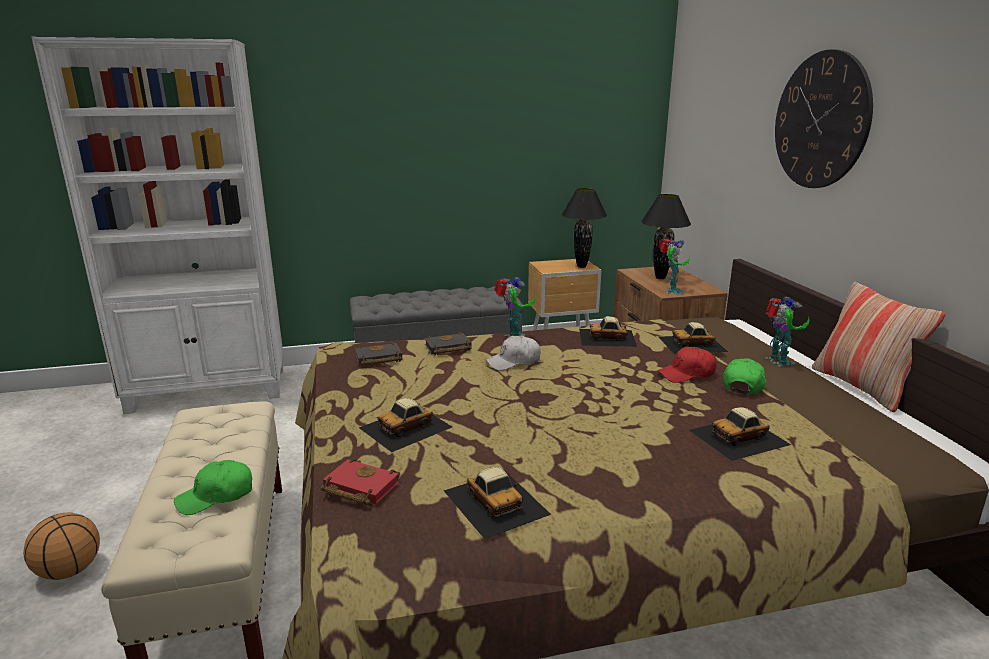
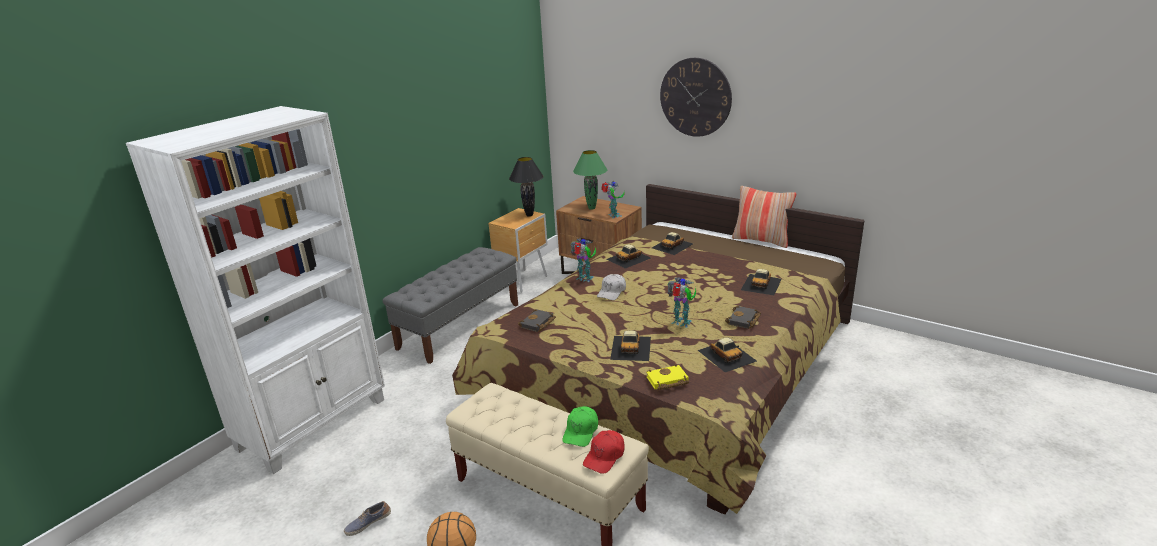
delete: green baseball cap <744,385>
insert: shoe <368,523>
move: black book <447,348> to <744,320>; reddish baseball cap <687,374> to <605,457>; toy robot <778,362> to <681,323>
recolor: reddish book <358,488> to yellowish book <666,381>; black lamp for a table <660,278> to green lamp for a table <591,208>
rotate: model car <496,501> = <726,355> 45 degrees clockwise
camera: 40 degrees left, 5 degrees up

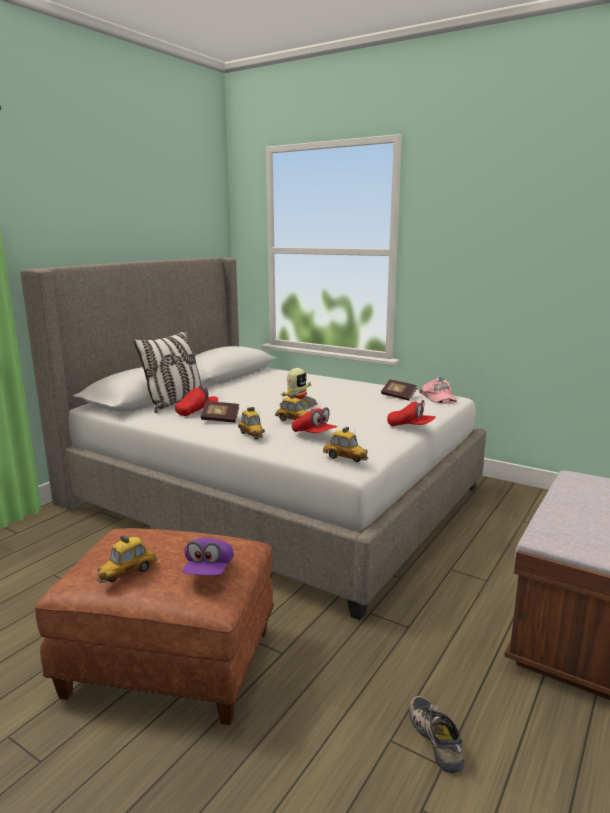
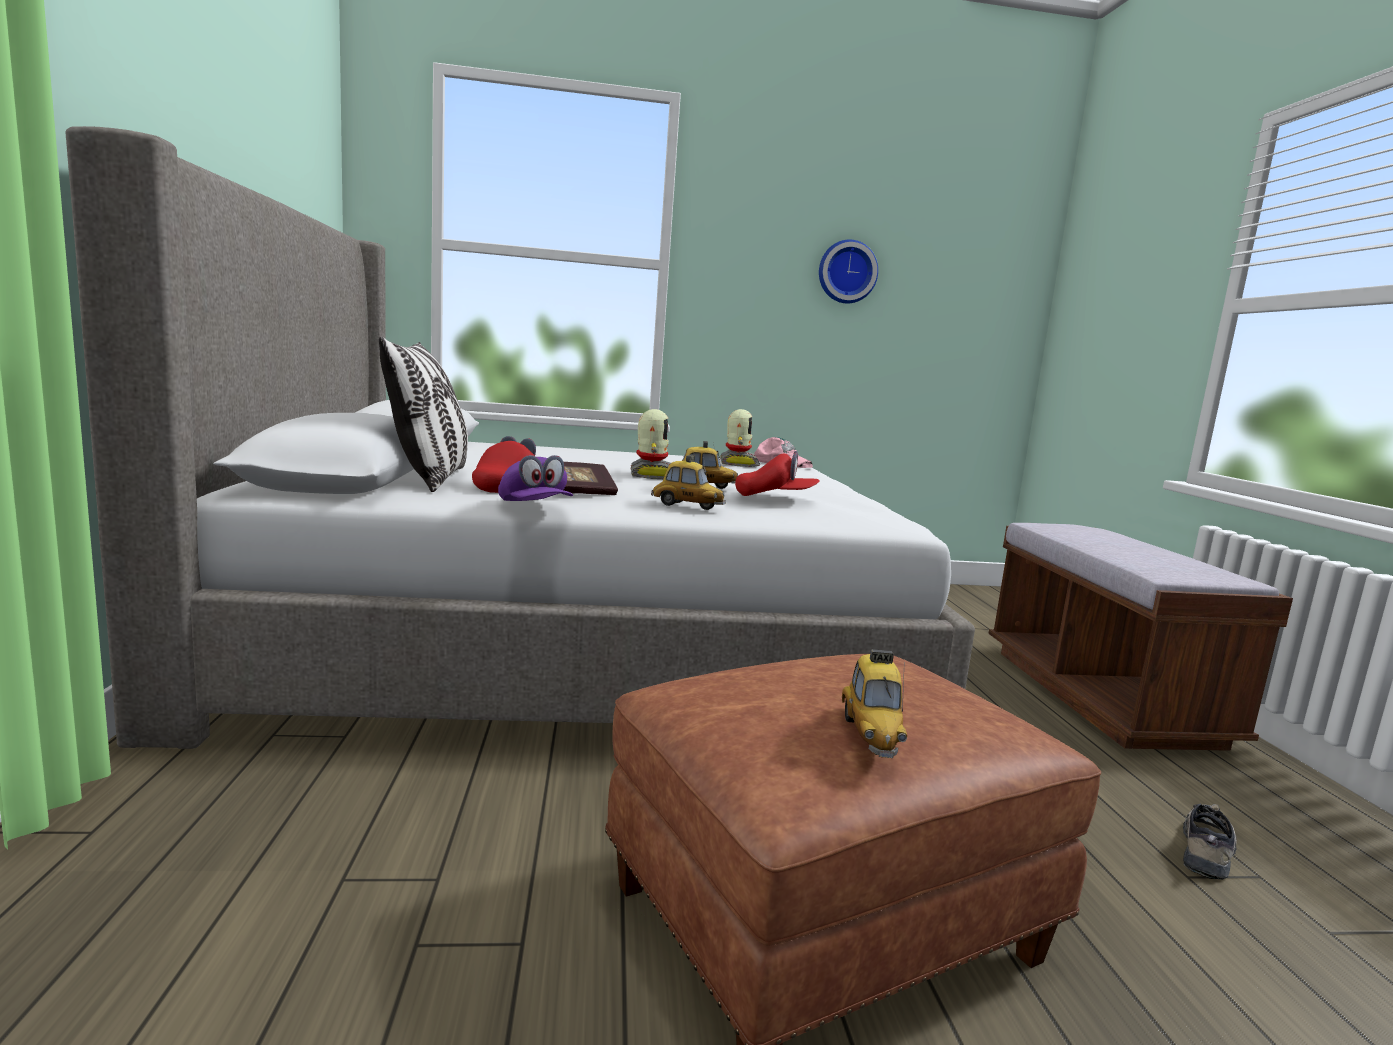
delete: model car <345,458>; reddish baseball cap <410,426>
insert: wall clock <846,272>
move: purplish baseball cap <209,571> to <534,508>
replace: book <398,396> to toy robot <738,463>
rotate: shoe <437,738> = <1209,850> 90 degrees clockwise
camera: 40 degrees left, 5 degrees down

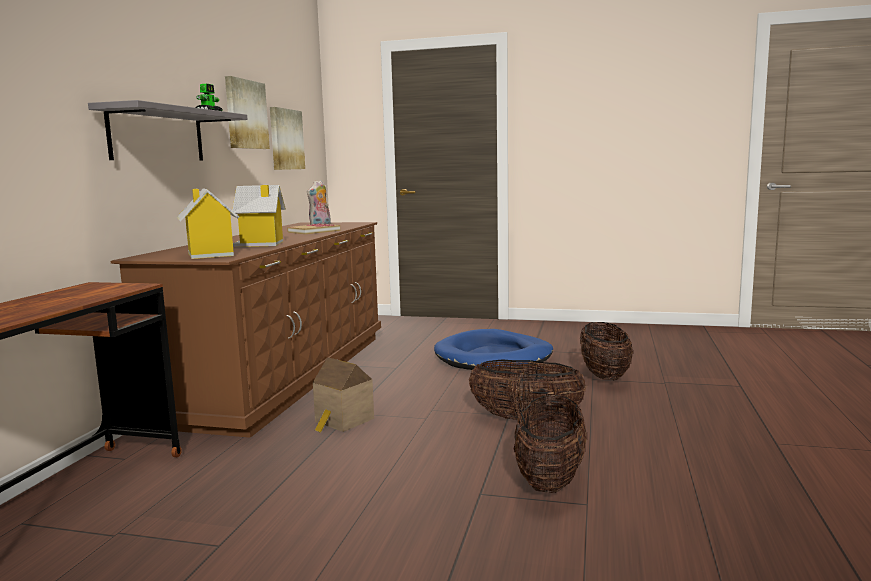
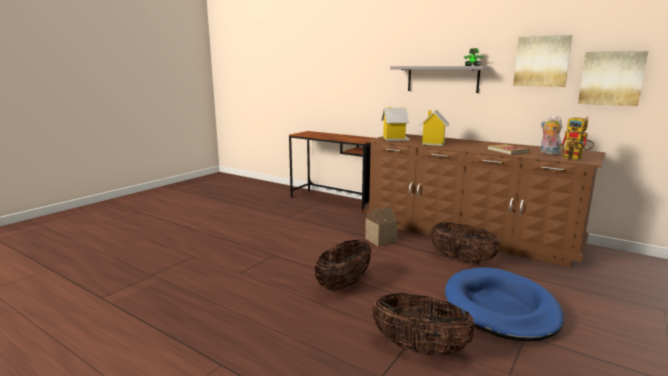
insert: toy robot <576,159>
move: household basket <550,479> to <461,260>
camera: 110 degrees right, 5 degrees up

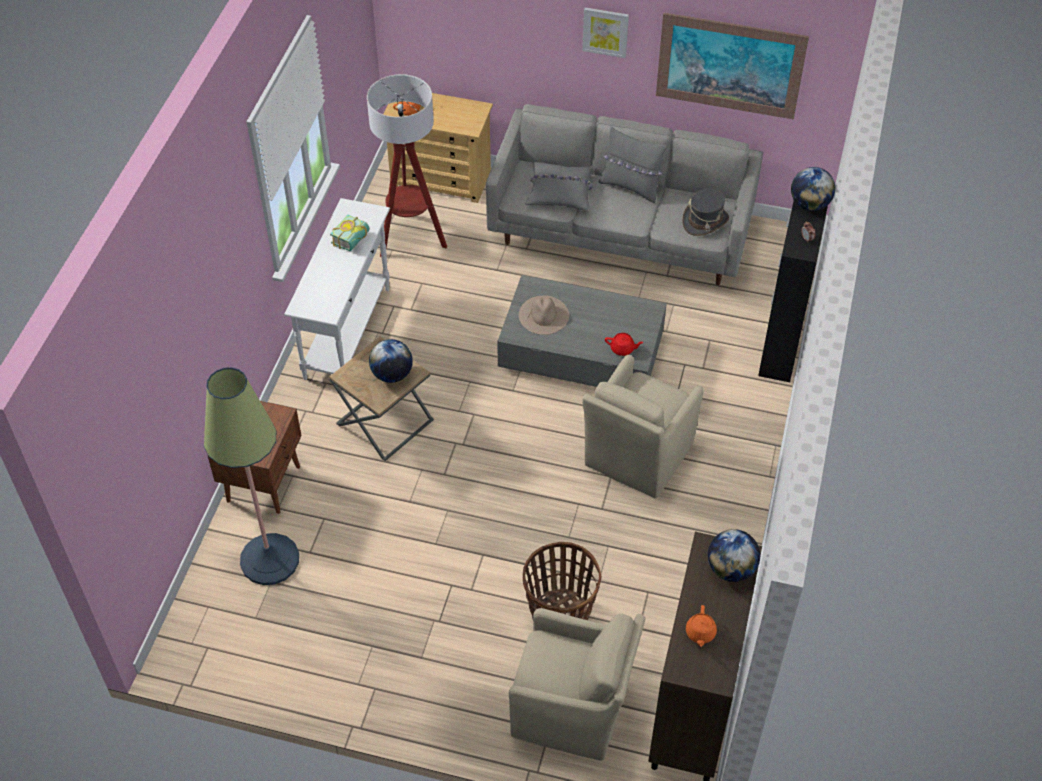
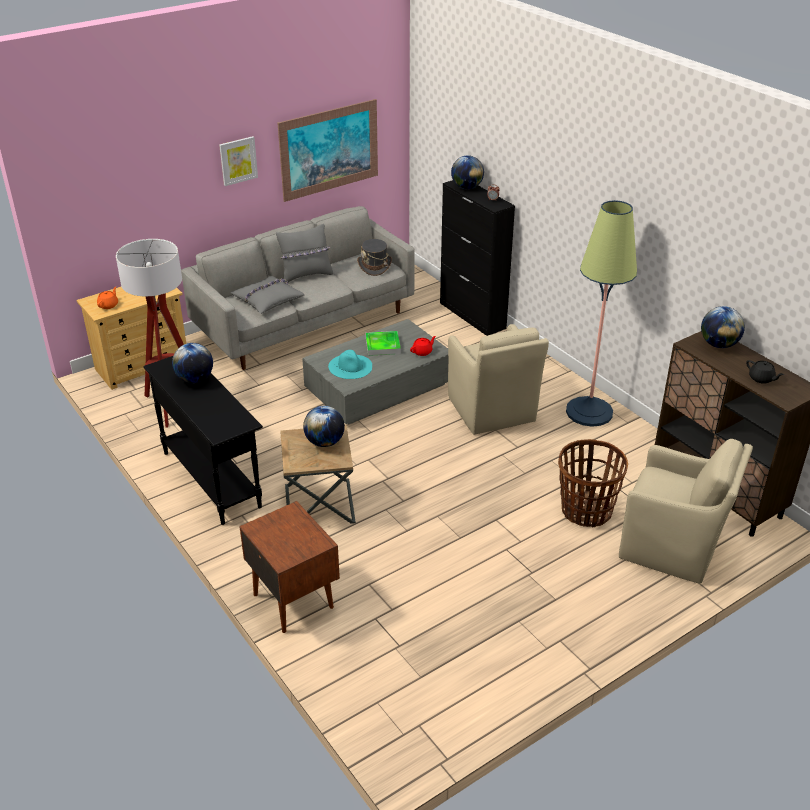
insert: carrying tray <383,345>
move: standard lamp <269,559> to <589,412>
replace: book <353,241> to world globe <195,379>
recolor: white-coloured console table <348,333> to black console table <211,479>; sand-coloured hat <544,315> to turquoise hat <350,366>; orangey pot for tea <700,633> to black pot for tea <761,379>
rotate: sand-coloured easy chair <573,710> = <673,547> 60 degrees clockwise
camera: 50 degrees left, 15 degrees down

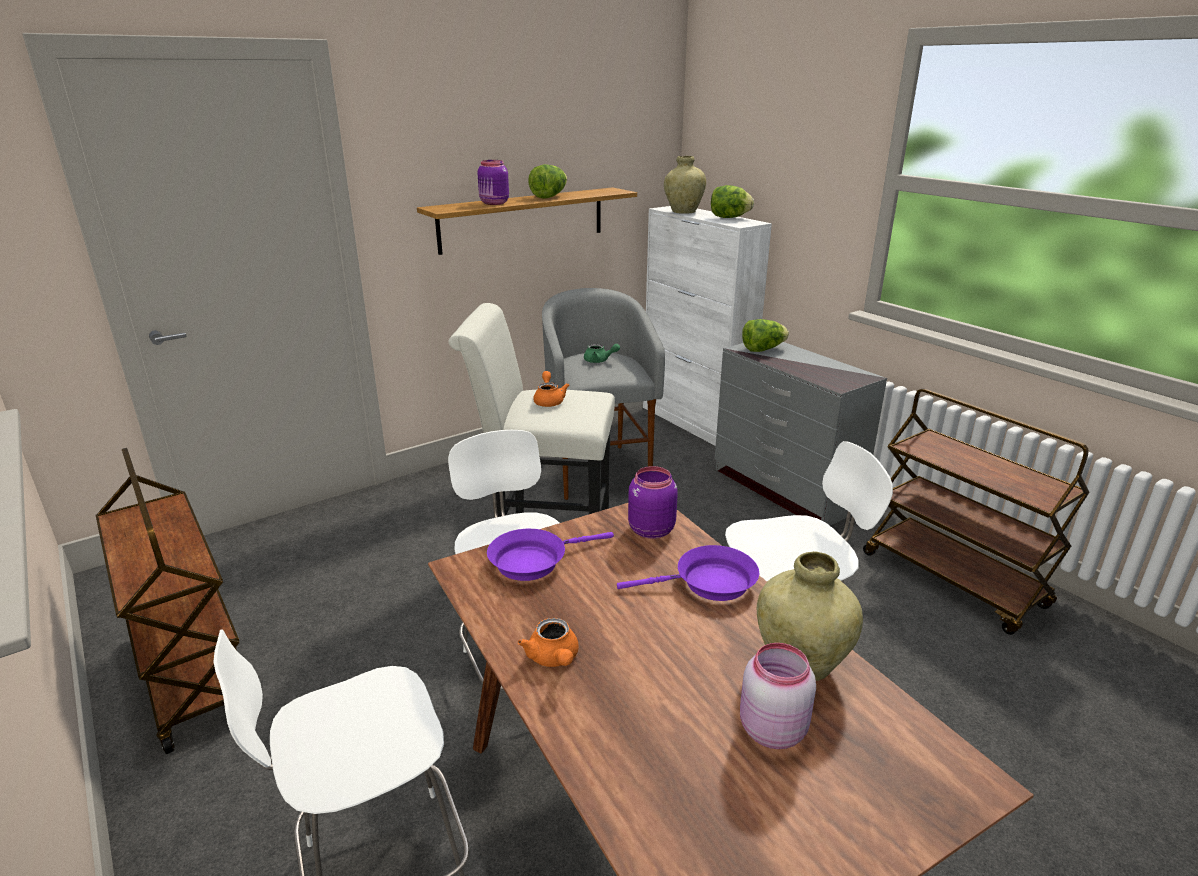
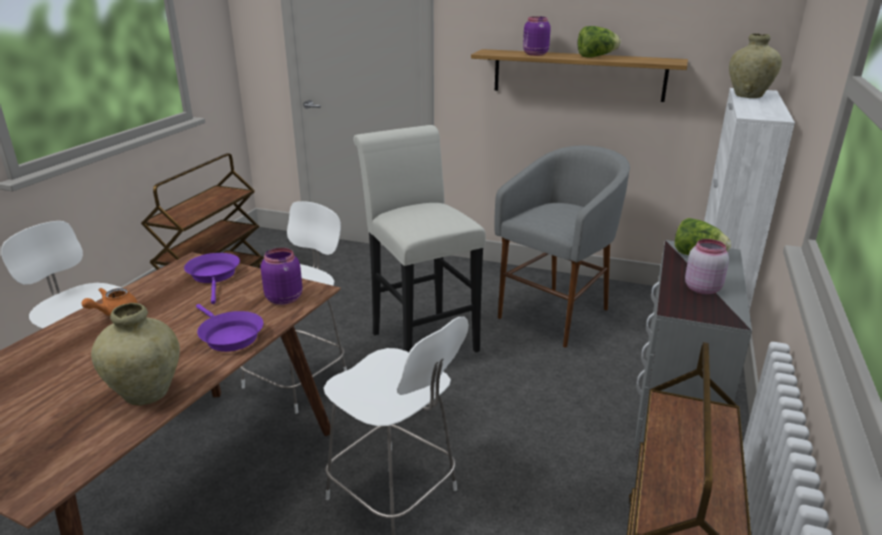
delete: orangey pot for tea <549,400>; green pot for tea <599,361>; lettuce head <729,218>
move: pink-coloured storage jar <770,729> to <701,288>
rotate: purplish pan <534,561> = <214,276> 45 degrees clockwise
camera: 55 degrees right, 0 degrees up

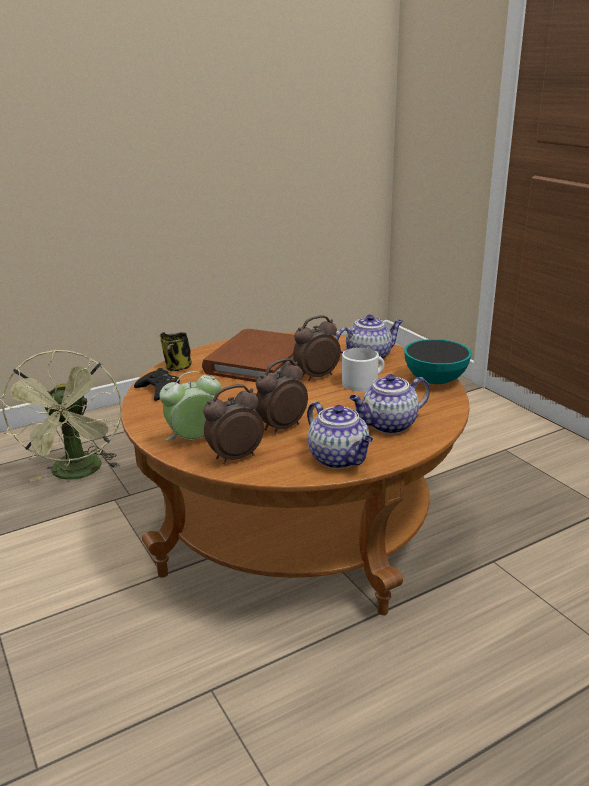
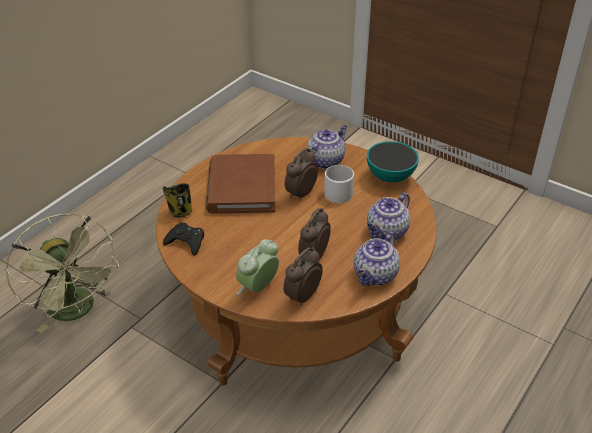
rotate: pot for tea <339,459> = <375,276> 90 degrees clockwise
camera: 25 degrees left, 15 degrees up

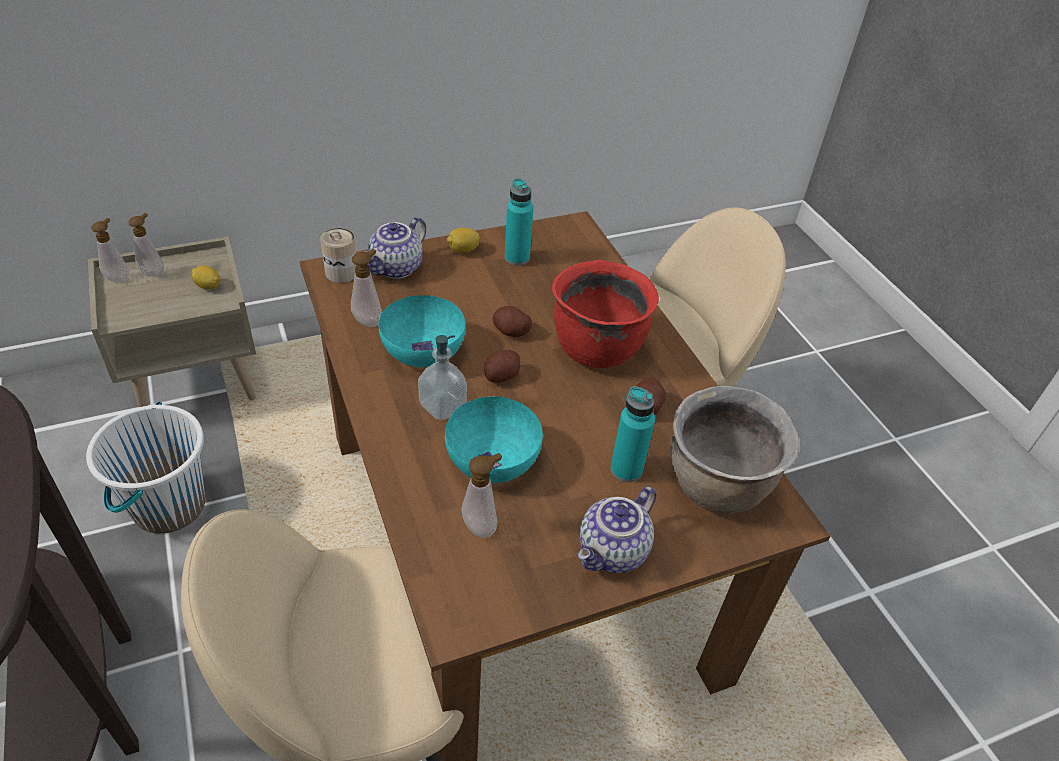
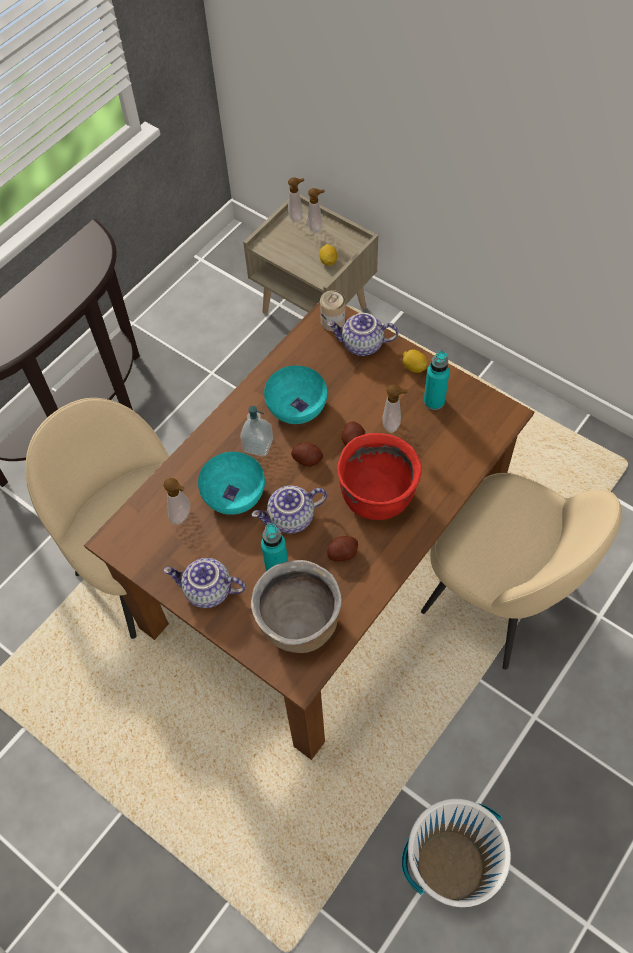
insert: pot for tea <291,519>
move: white-coloured pail <168,505> to <450,865>; soap dispenser <369,320> to <393,425>
camera: 65 degrees right, 15 degrees up

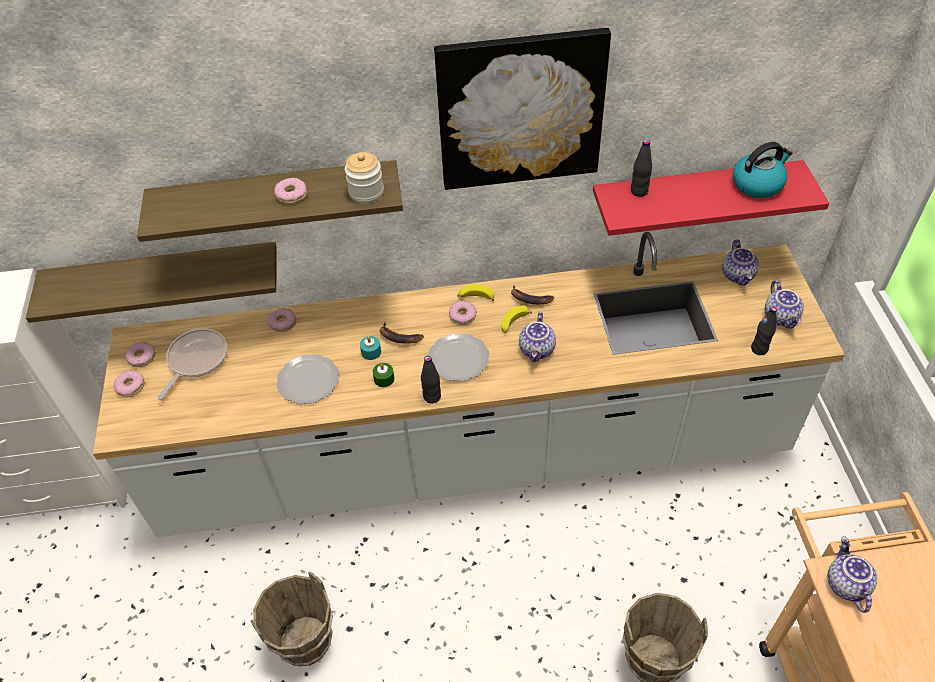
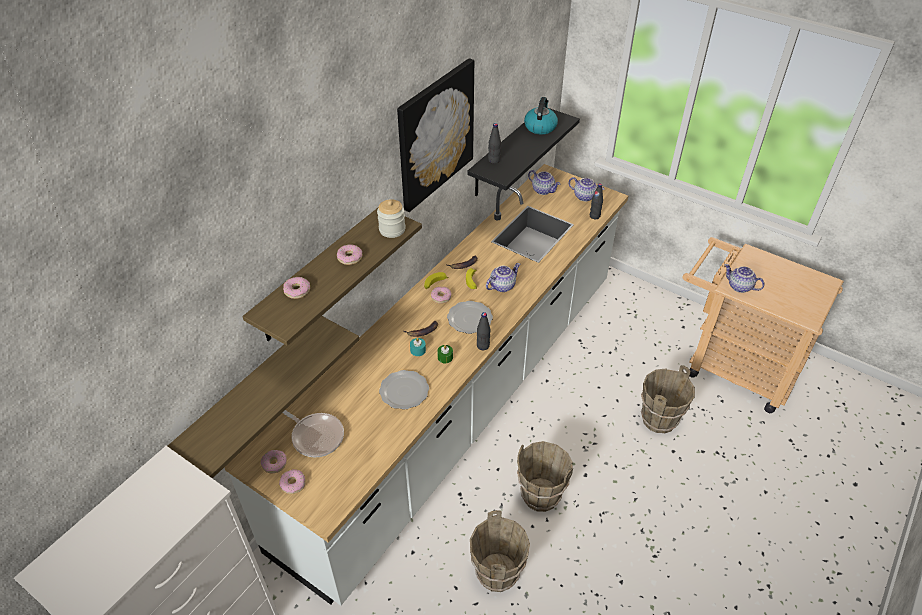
insert: brown-coloured pail <540,495>
move: doughnut <283,323> to <297,291>
recolor: reddish bracket shelf <694,194> to black bracket shelf <506,152>
rotate: pan <196,360> = <316,436> 150 degrees clockwise; pot for tea <538,350> = <502,285> 90 degrees counterclockwise
camera: 50 degrees left, 5 degrees down

